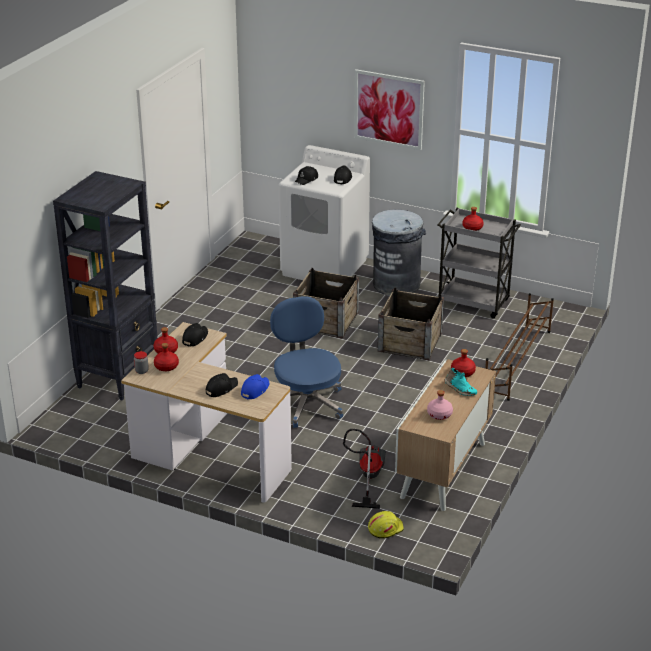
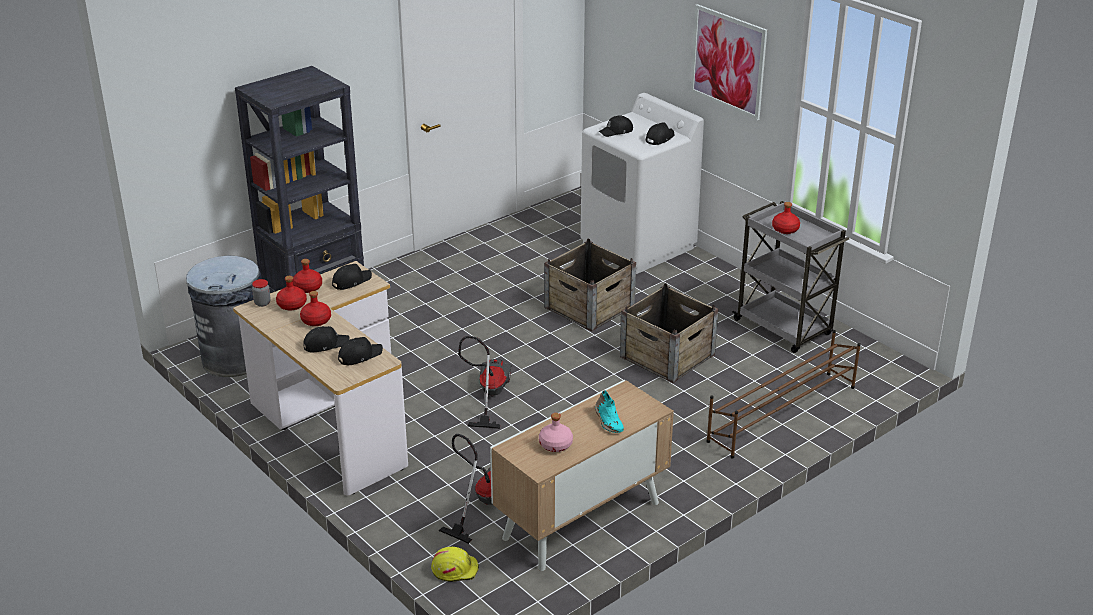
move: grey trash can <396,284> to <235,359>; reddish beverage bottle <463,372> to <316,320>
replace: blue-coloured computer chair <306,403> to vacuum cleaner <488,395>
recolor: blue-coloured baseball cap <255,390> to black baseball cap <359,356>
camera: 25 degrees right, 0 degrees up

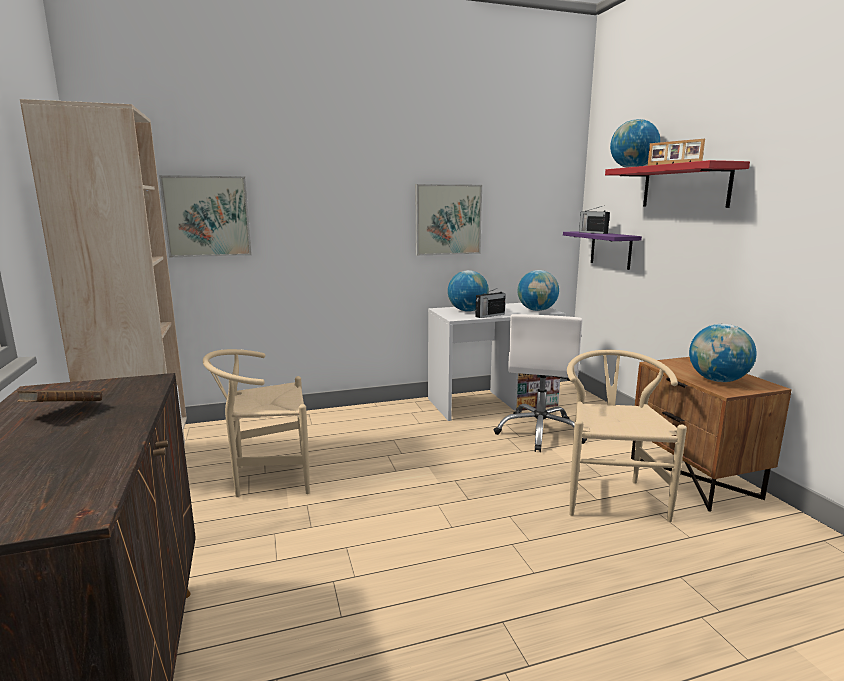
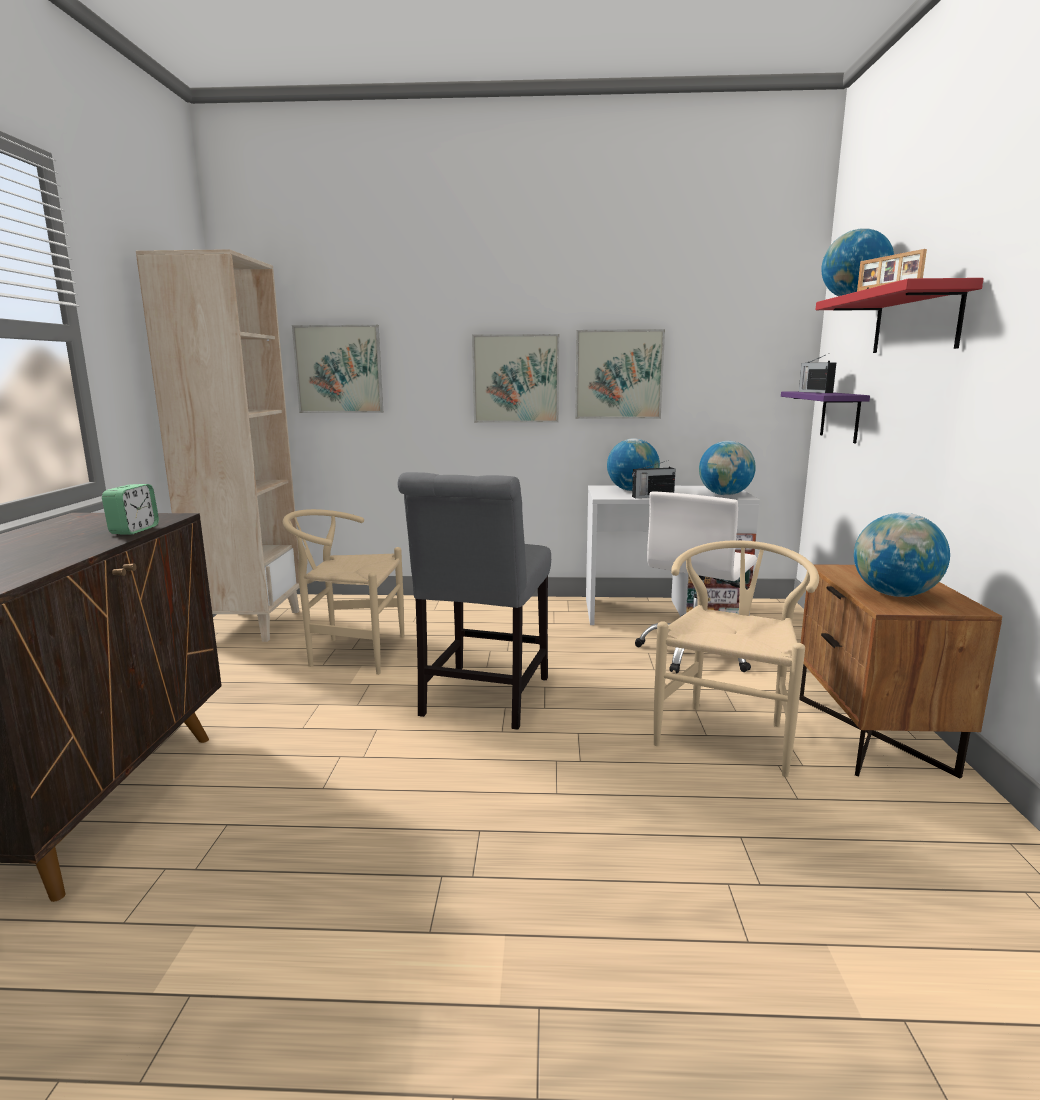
delete: brown-coloured book <63,411>
insert: bedside clock <134,530>; grey plain chair <482,700>; picture <516,379>
camera: 20 degrees right, 0 degrees up

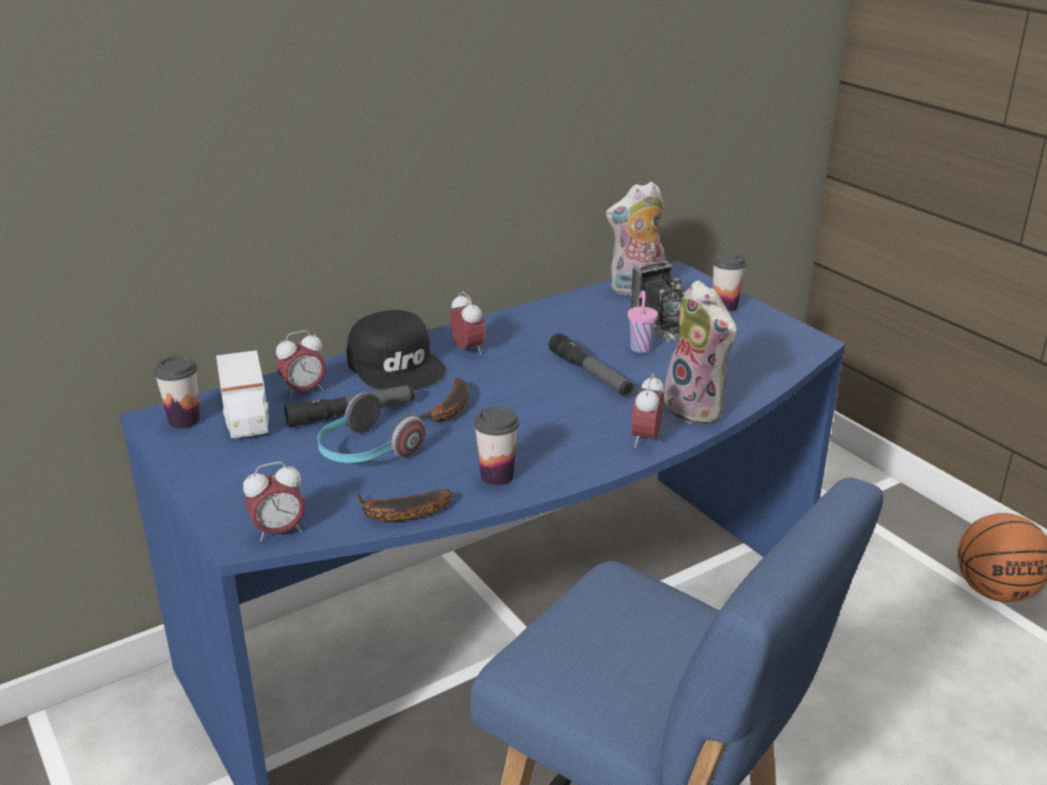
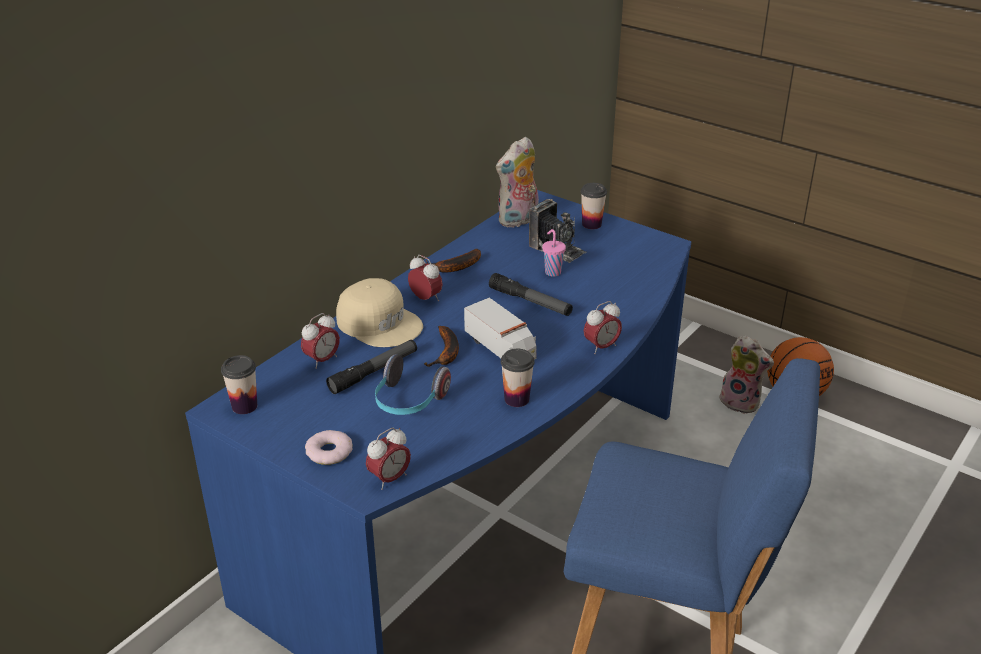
insert: doughnut <329,452>
move: model truck <246,414> to <501,348>; whole banana <400,514> to <455,267>; plush toy <698,409> to <741,402>
recolor: black baseball cap <397,365> to sand-coloured baseball cap <380,323>
rotate: bedside clock <646,439> = <601,347> 120 degrees counterclockwise
camera: 20 degrees left, 5 degrees up

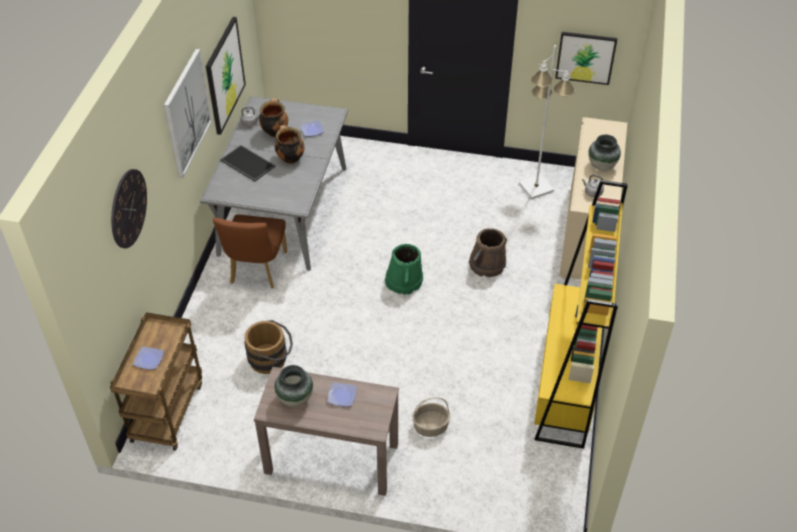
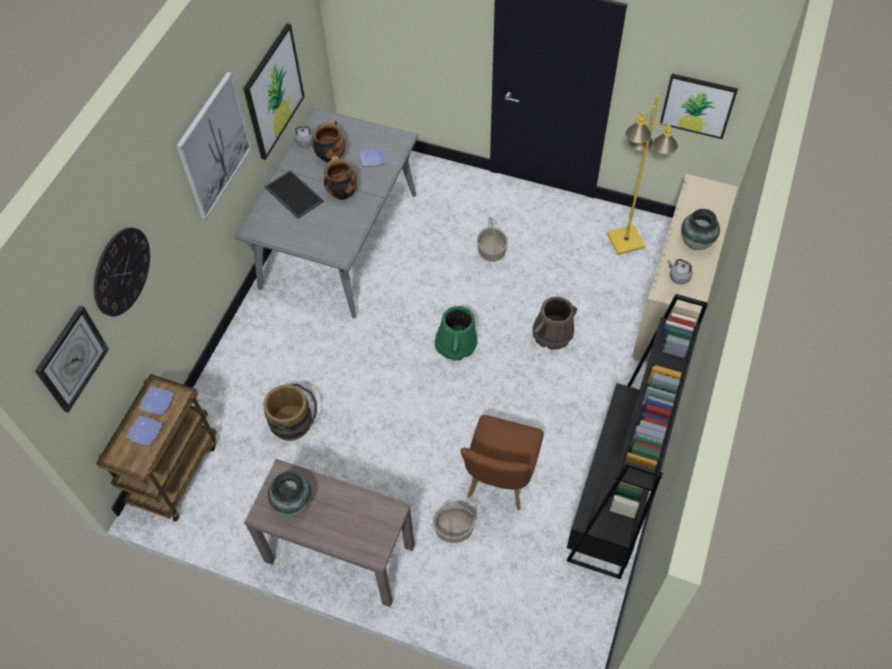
insert: wall clock <71,358>; household basket <492,251>
move: brown-coloured plain chair <256,271> to <500,481>; dinner plate <341,396> to <156,402>
recolor: white-coloured standard lamp <535,187> to yellowish standard lamp <625,240>; yellowish shelving unit <566,383> to black shelving unit <615,494>
camera: 10 degrees right, 10 degrees up

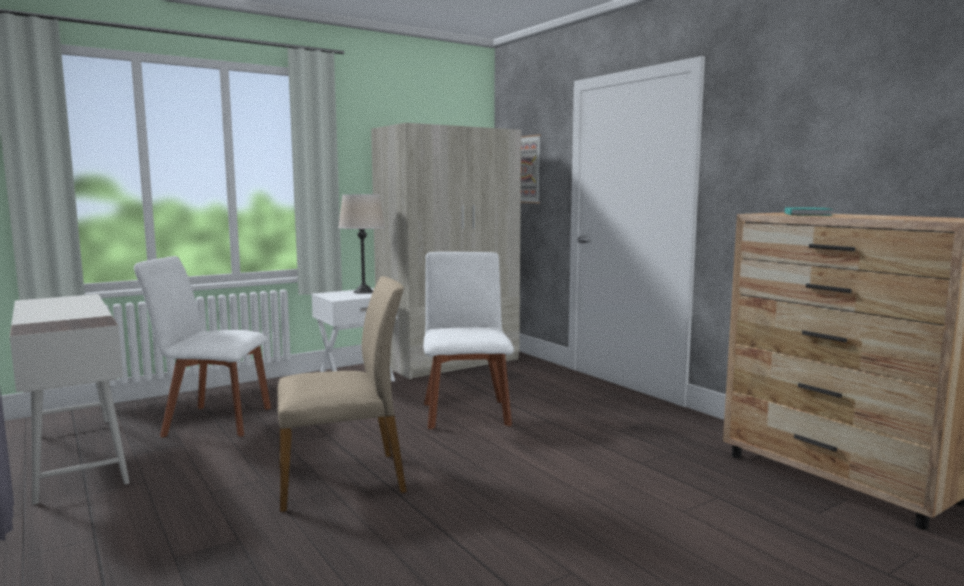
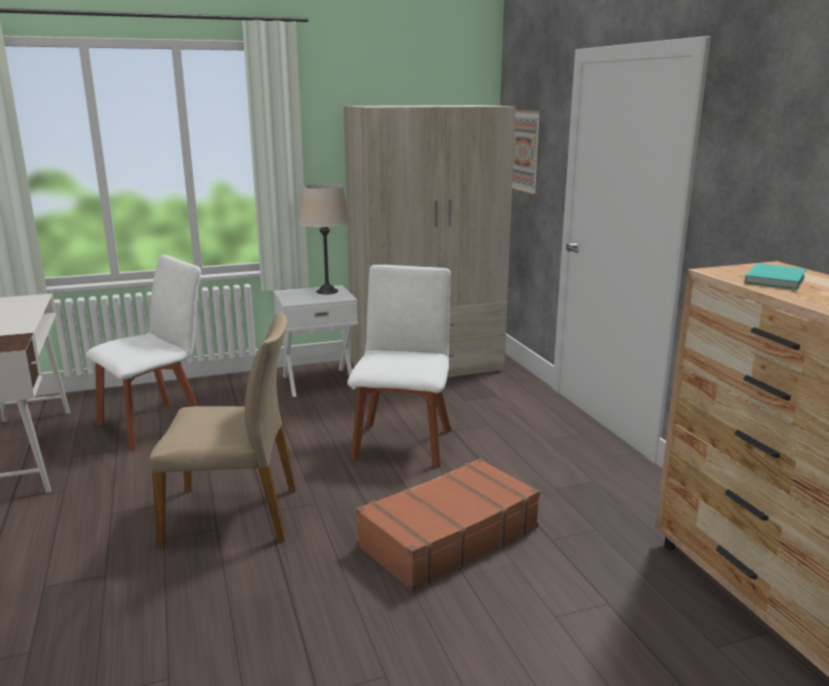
insert: brown-coloured suitcase <447,536>
rotate: white-coloured plain chair <213,421> = <157,424> 120 degrees clockwise
camera: 15 degrees right, 10 degrees up

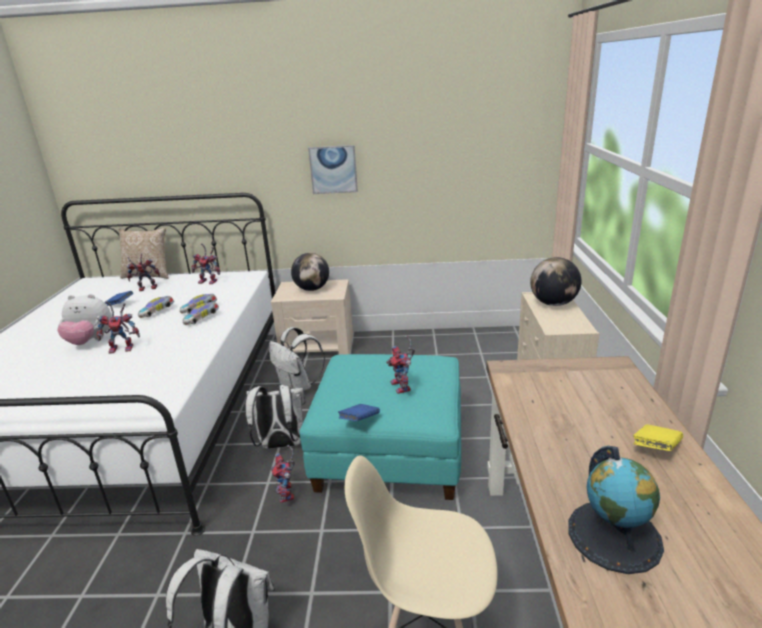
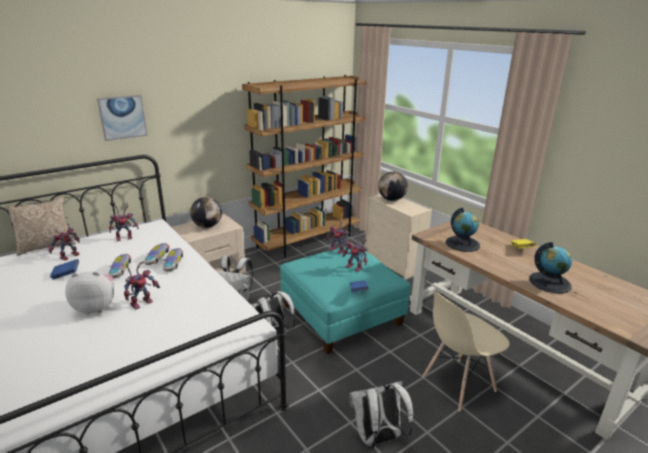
insert: brown-coloured shelving unit <309,240>; world globe <462,244>
move: toy robot <288,494> to <338,250>; picture <333,169> to <122,117>
rotate: plush toy <90,341> = <96,308> 150 degrees counterclockwise
camera: 40 degrees left, 0 degrees up

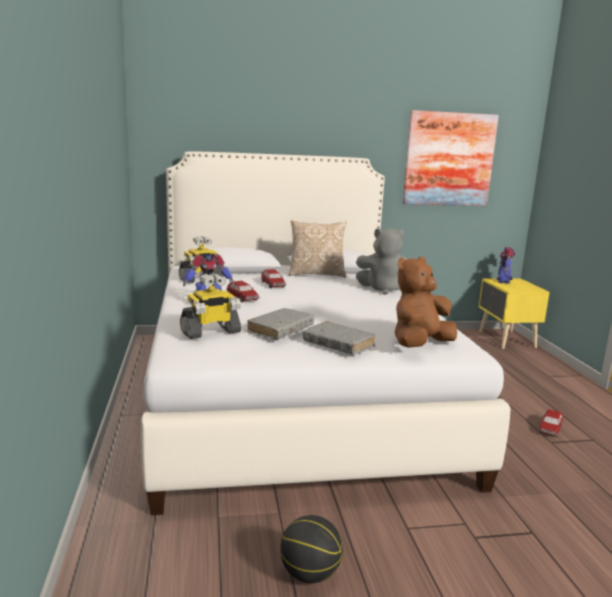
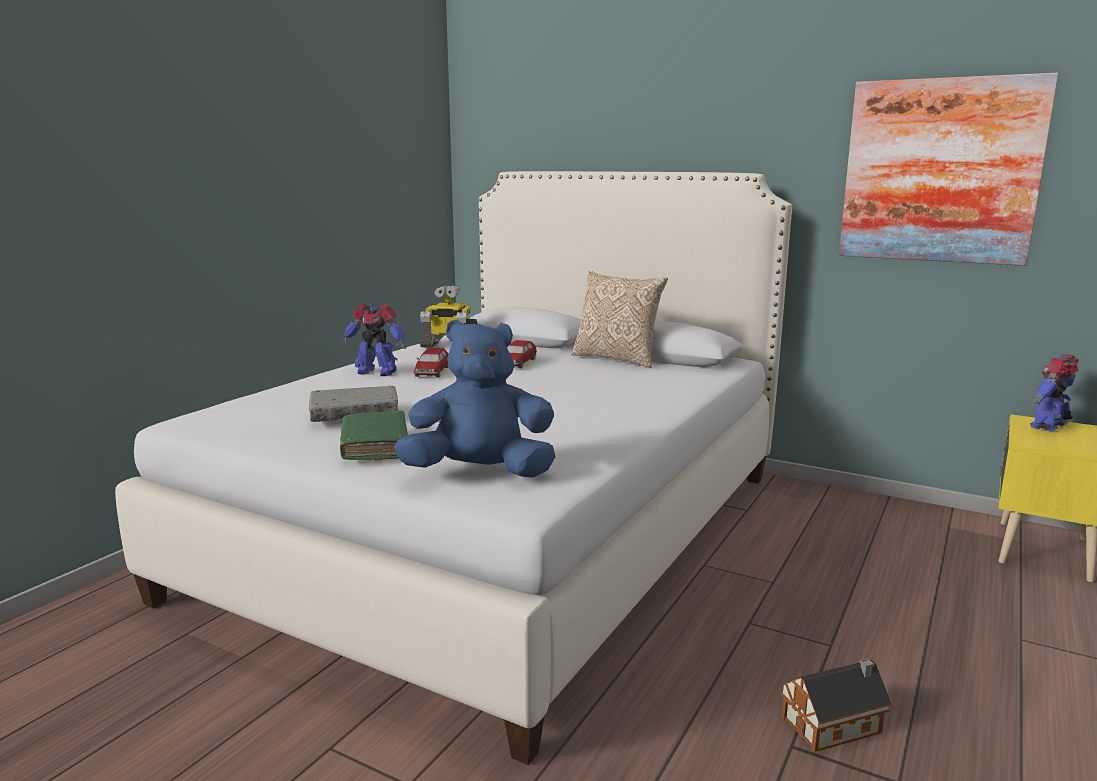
delete: toy robot <210,332>; basketball <310,573>; grey plush toy <385,289>
replace: model car <550,428> to toy house <835,724>
recolor: grey book <338,345> to green book <375,446>; brown-coloured plush toy <420,345> to blue-coloured plush toy <480,472>
camera: 40 degrees right, 0 degrees up

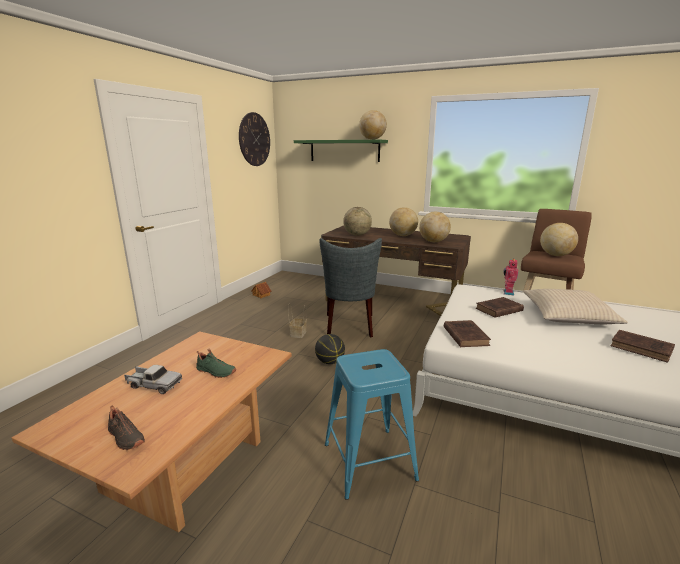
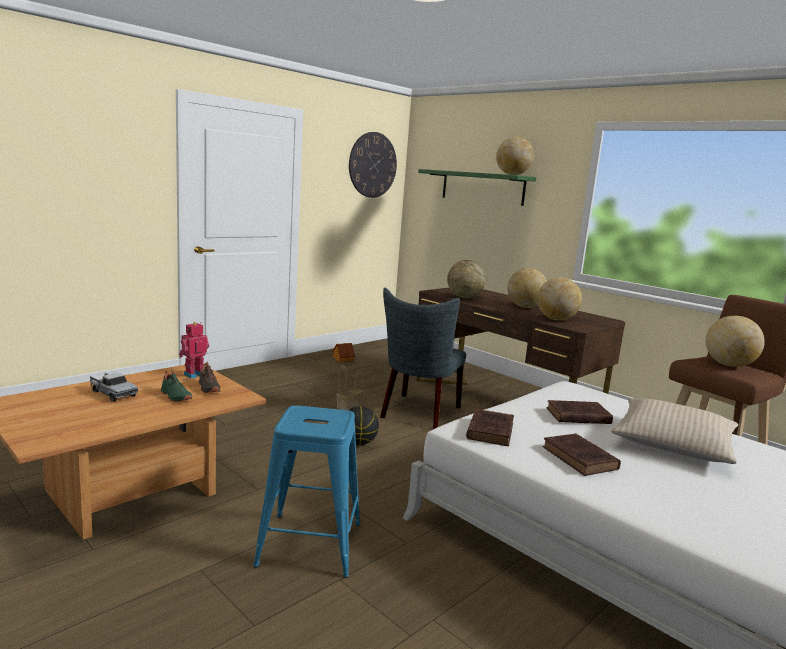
move: black shoe <125,438> to <208,388>; toy robot <507,293> to <194,374>; brown-coloured book <643,349> to <581,459>
camera: 20 degrees right, 5 degrees down

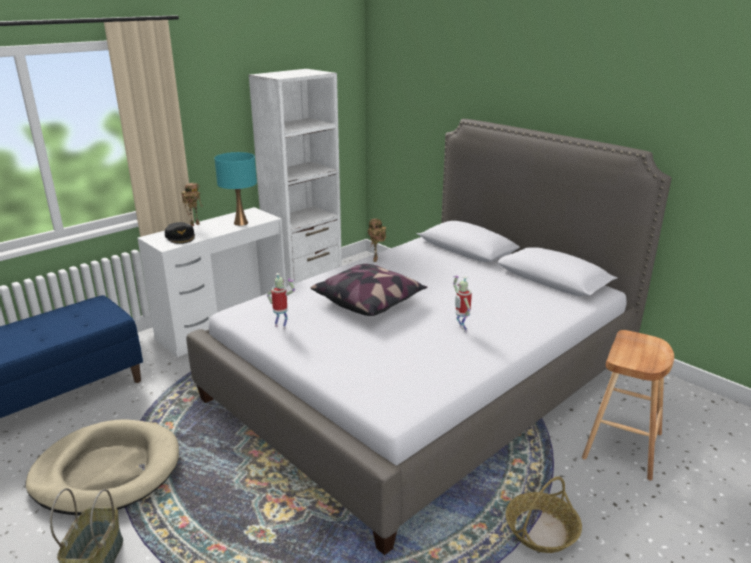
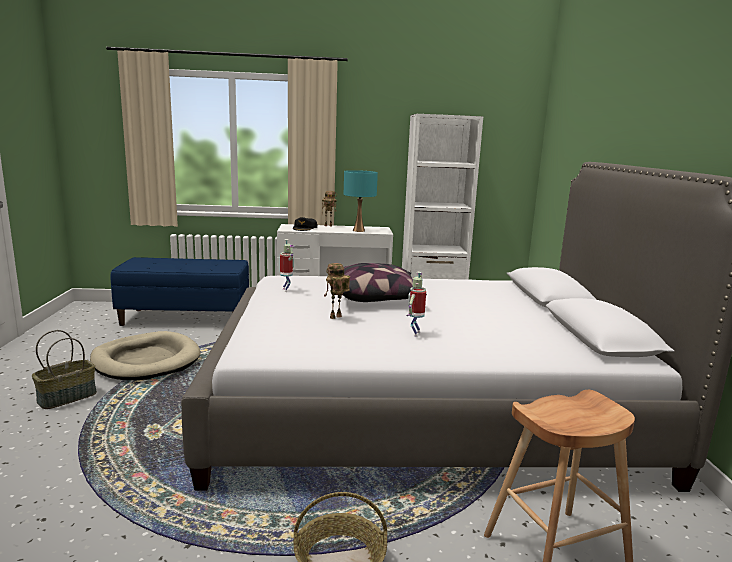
move: toy robot <376,260> to <335,318>
camera: 40 degrees right, 10 degrees down

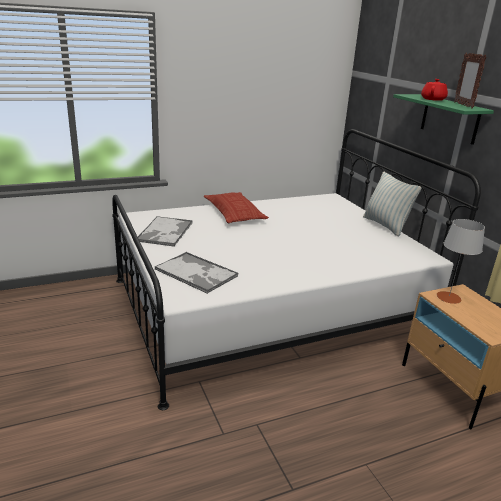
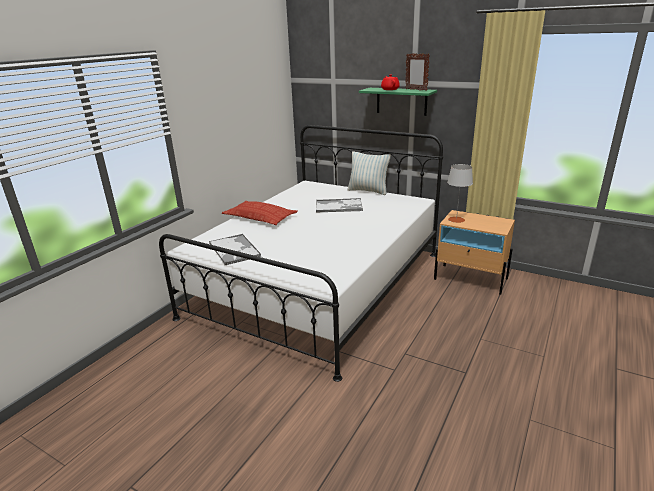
move: carrying tray <196,273> to <339,206>
camera: 35 degrees left, 0 degrees up

